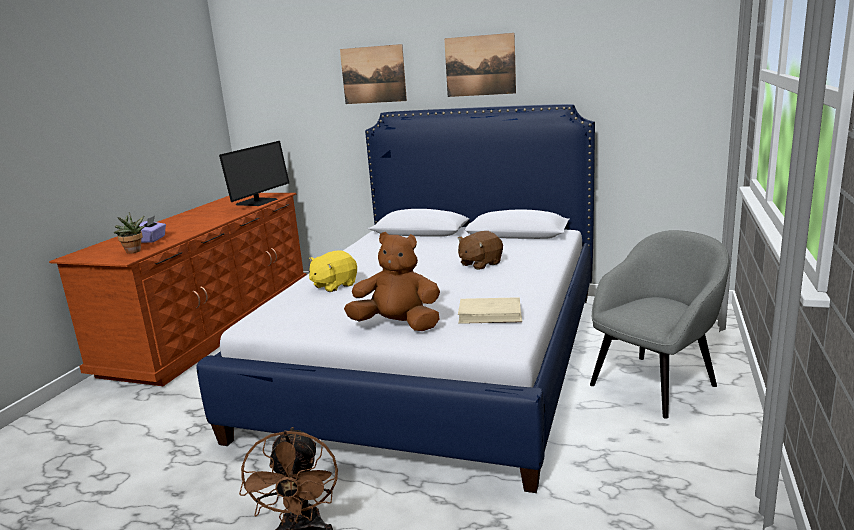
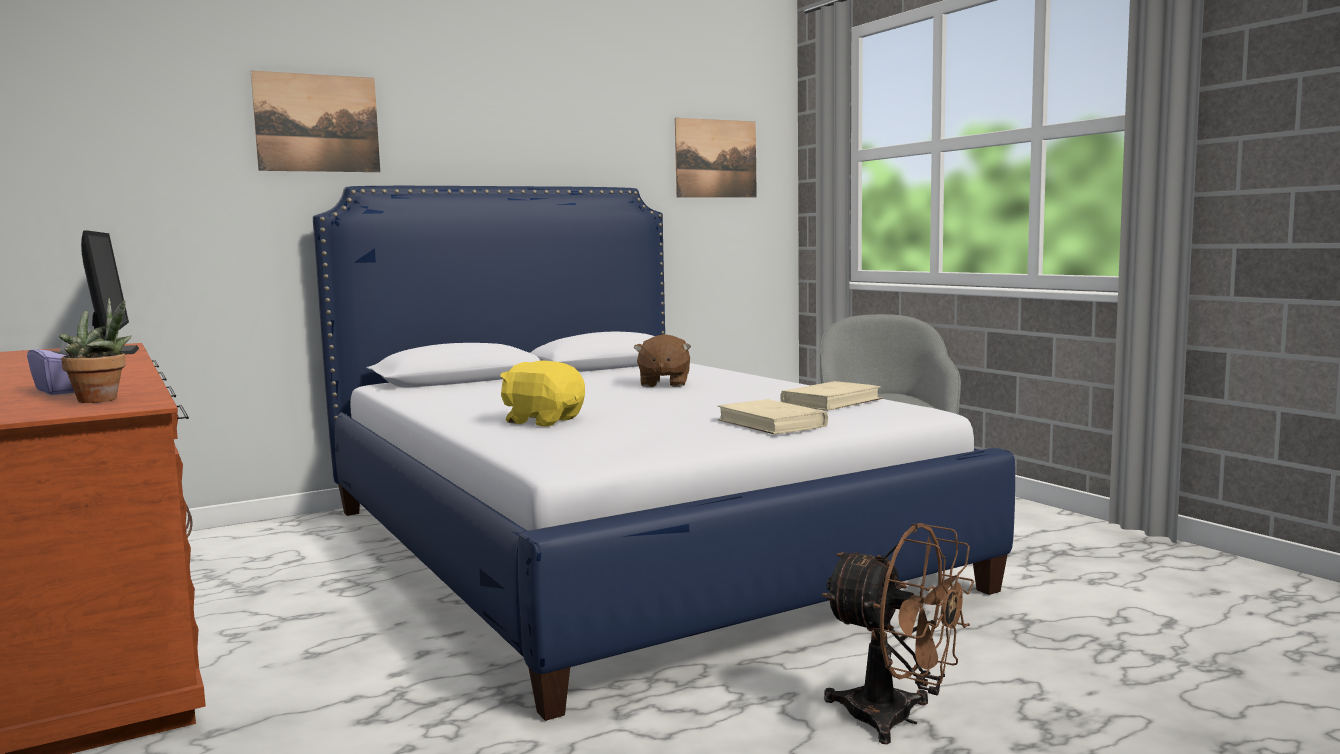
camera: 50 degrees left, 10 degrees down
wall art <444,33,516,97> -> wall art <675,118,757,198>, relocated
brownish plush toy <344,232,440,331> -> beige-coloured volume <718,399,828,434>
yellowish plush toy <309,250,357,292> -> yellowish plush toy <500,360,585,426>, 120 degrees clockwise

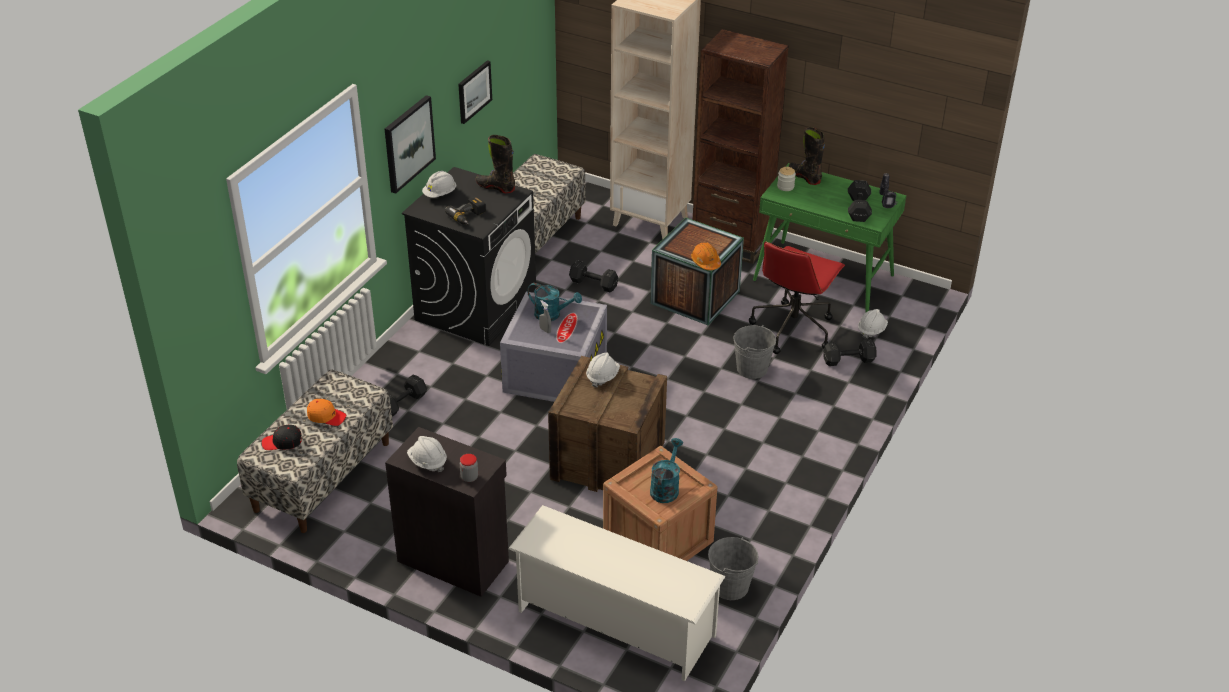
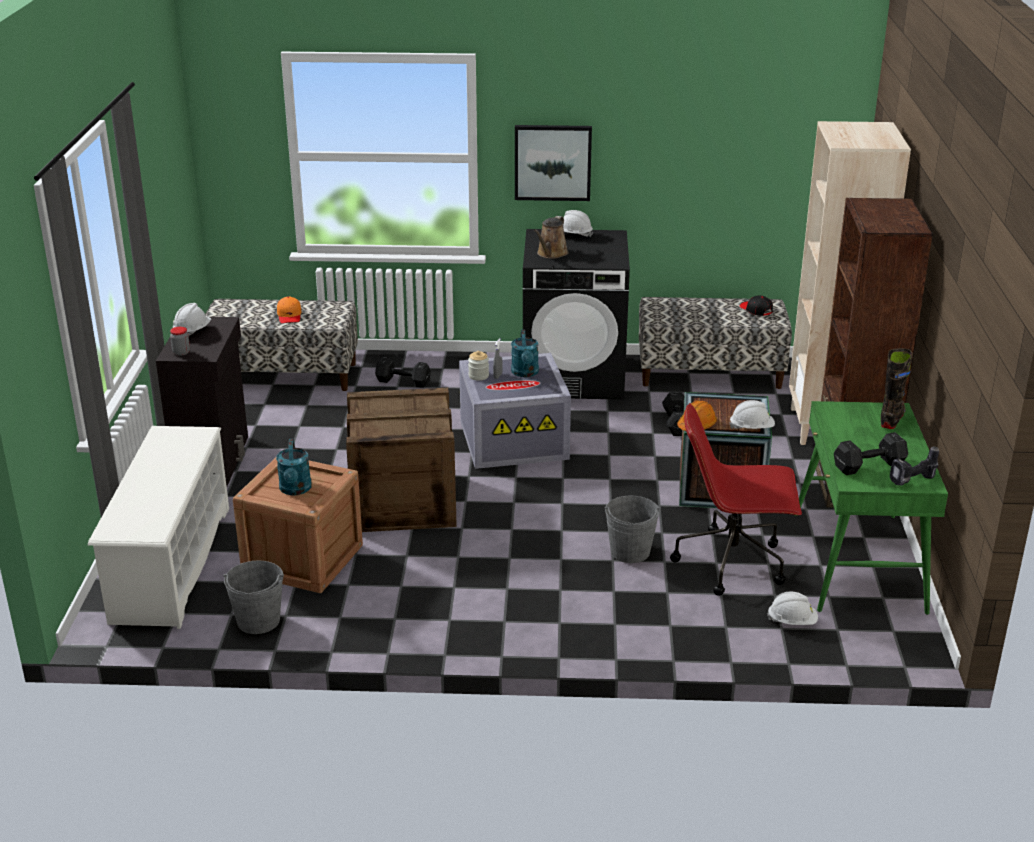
camera: 65 degrees right, 10 degrees down
wall art <458,60,492,124> -> none
blackish high-top boot <476,135,515,193> -> none
storage jar <777,167,796,191> -> storage jar <468,351,489,381>, relocated
power drill <445,196,486,225> -> brownish watering pot <534,216,568,259>
blackish free weight <823,339,877,366> -> none
white hard hat <586,352,620,388> -> white hard hat <729,400,775,429>, relocated
blackish cap <261,425,302,450> -> blackish cap <740,296,773,316>, relocated
turquoise watering pot <650,438,683,503> -> turquoise watering pot <276,439,312,495>, 90 degrees clockwise

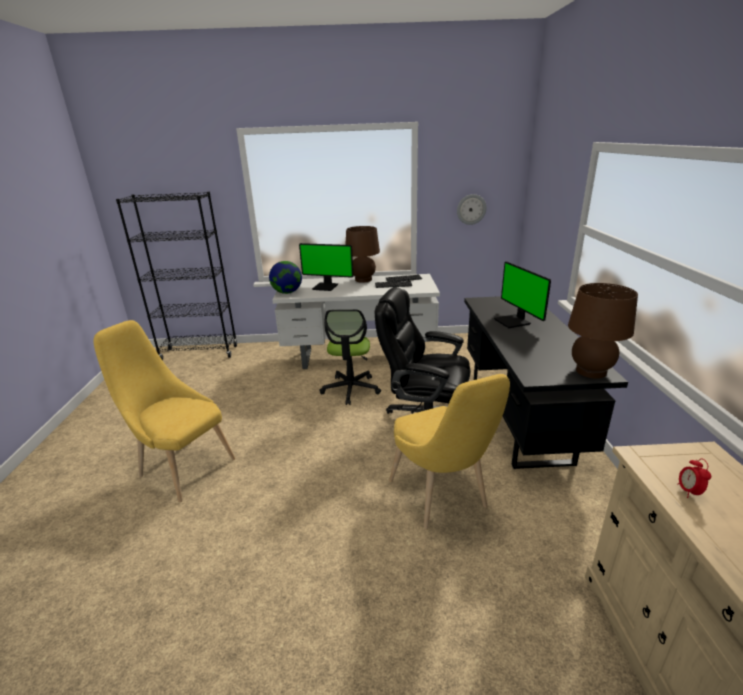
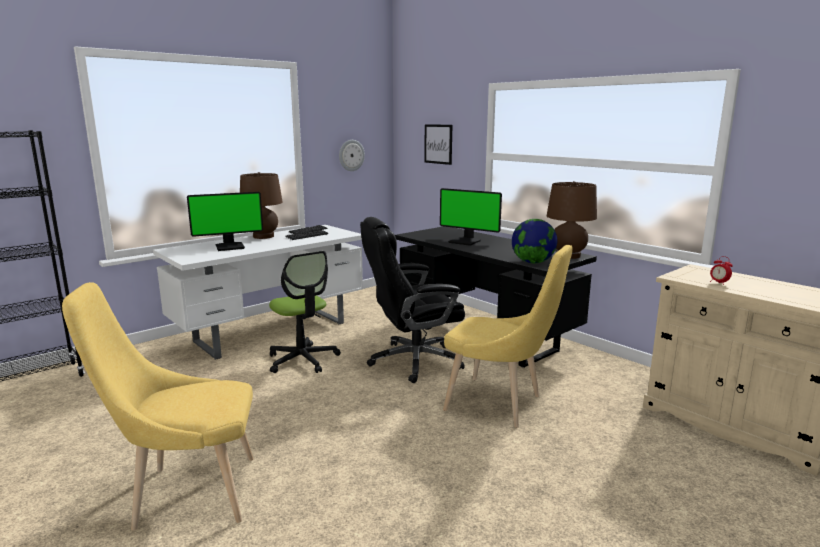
camera: 40 degrees left, 10 degrees down
globe <269,261,302,294> -> globe <512,219,557,263>, relocated
none -> wall art <424,124,452,165>

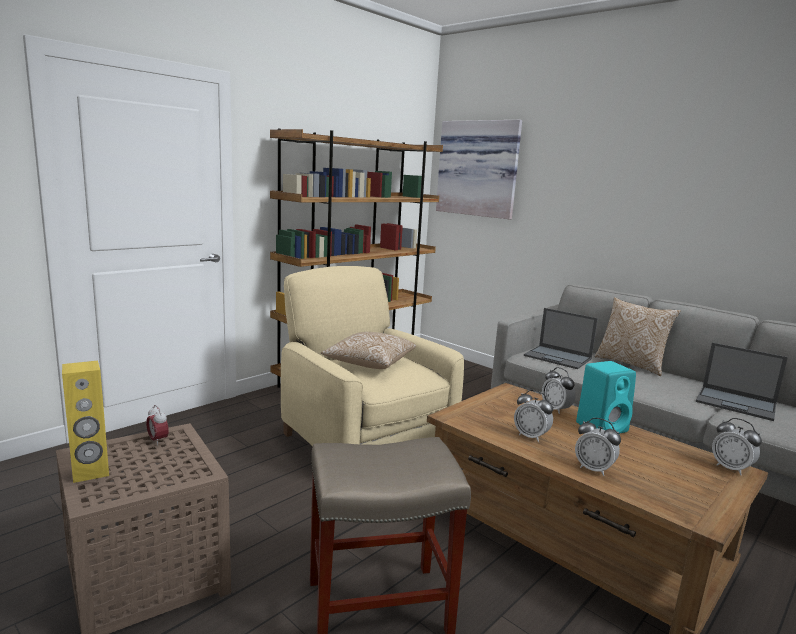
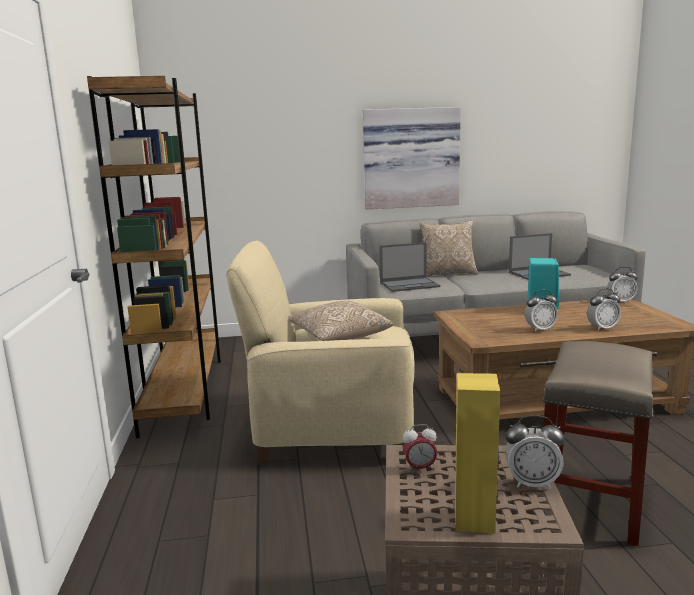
camera: 50 degrees left, 0 degrees up
wall art <436,120,522,219> -> wall art <363,107,461,209>, relocated
table clock <542,367,576,414> -> table clock <505,415,565,489>, relocated

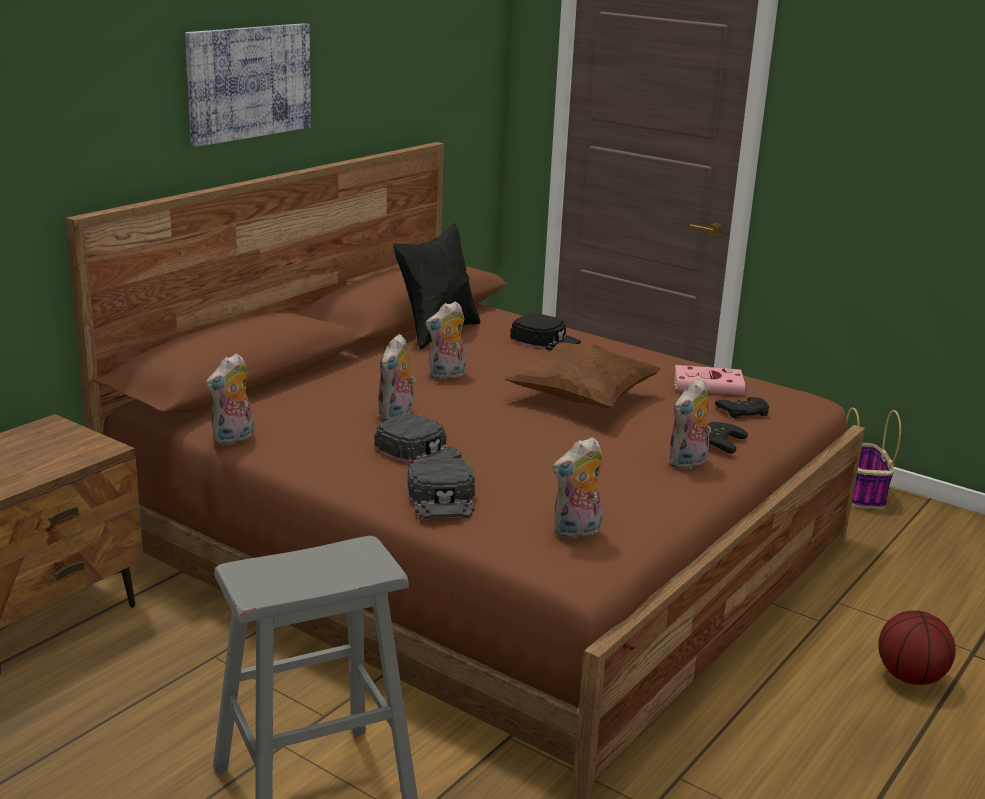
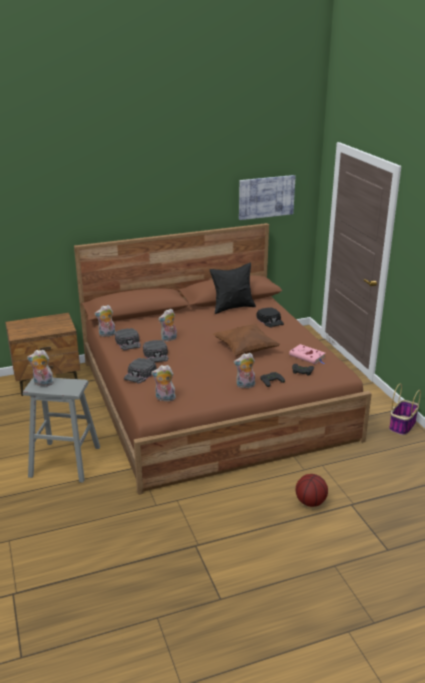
camera: 35 degrees right, 5 degrees up
wall art <185,23,311,147> -> wall art <239,175,296,220>, relocated
plush toy <425,301,466,380> -> plush toy <27,350,54,386>, relocated
none -> blackish cap <115,328,141,351>

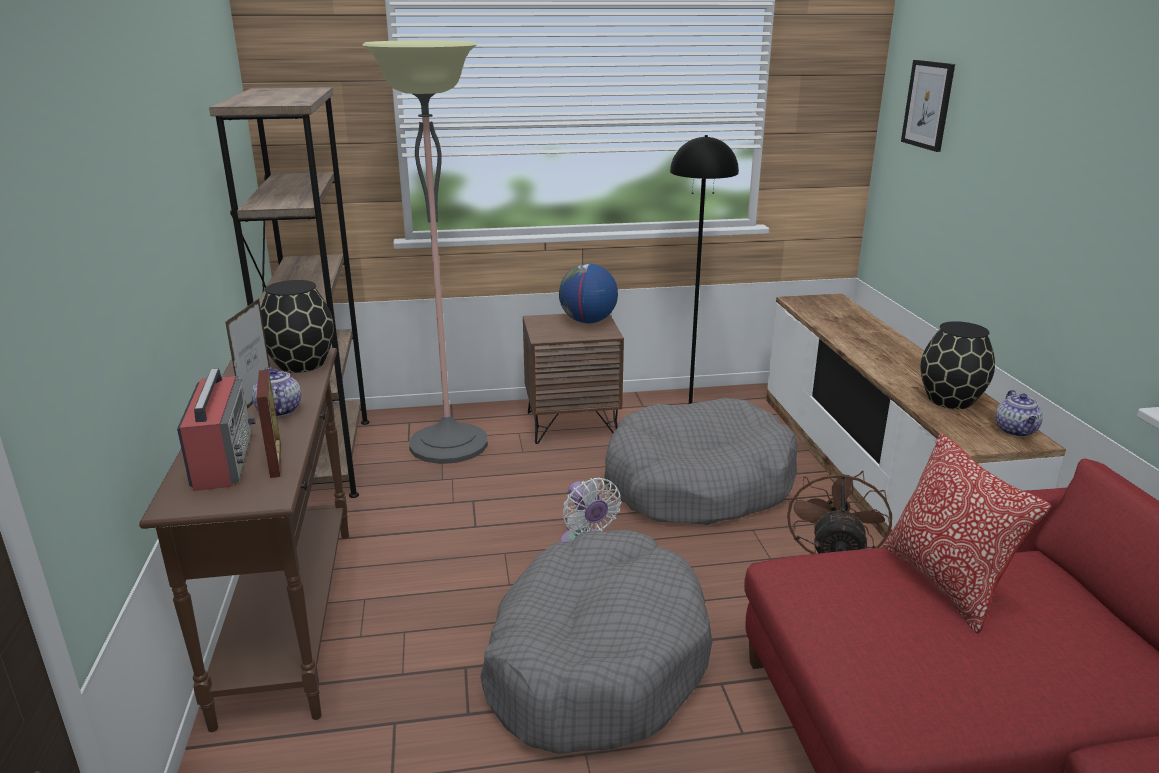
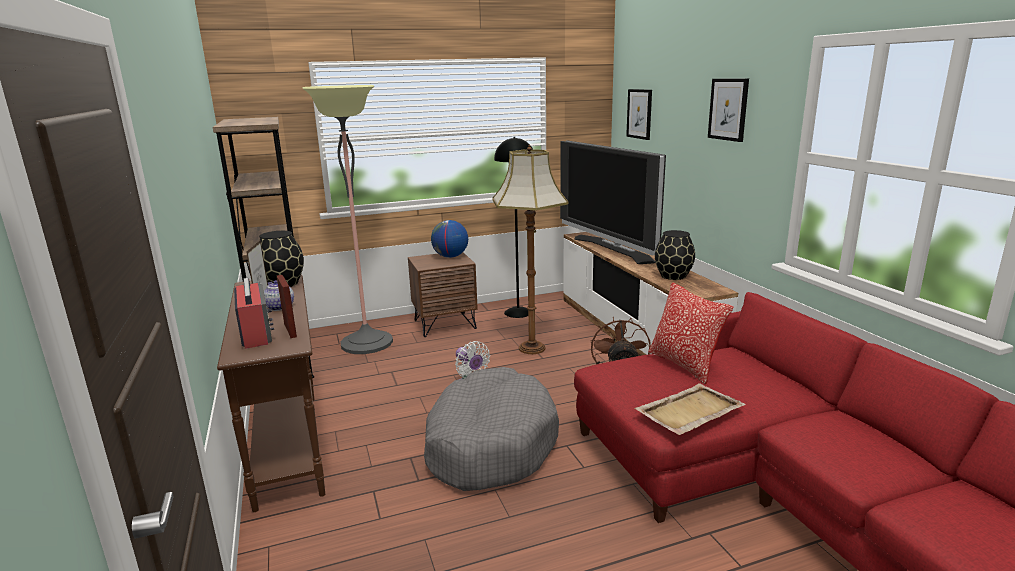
camera: 10 degrees left, 5 degrees down
tea pot <996,390,1043,437> -> none
gray dog bed <604,398,798,525> -> standard lamp <492,144,568,354>
none -> wall art <708,79,749,142>
none -> television <560,141,666,264>
none -> beige-coloured serving tray <634,383,746,435>

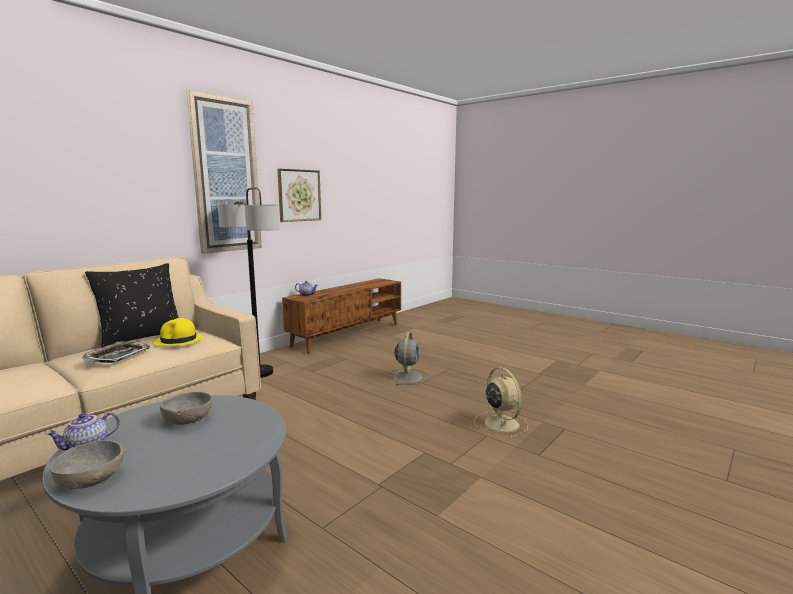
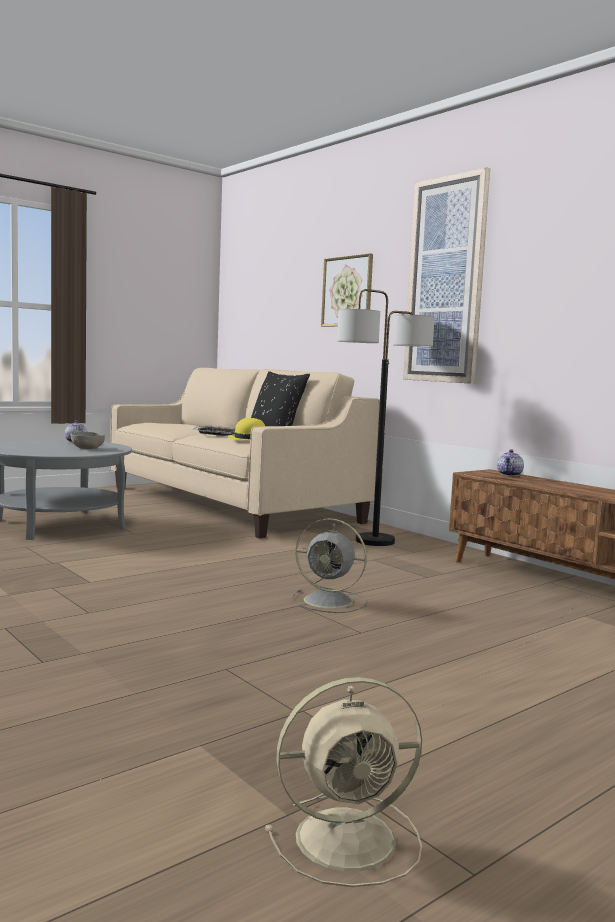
camera: 100 degrees right, 5 degrees down
wall art <277,169,321,222> -> wall art <321,254,373,327>, relocated
beige-coloured cooling fan <474,367,528,438> -> beige-coloured cooling fan <265,677,422,887>, relocated
gray serving bowl <50,440,125,490> -> none

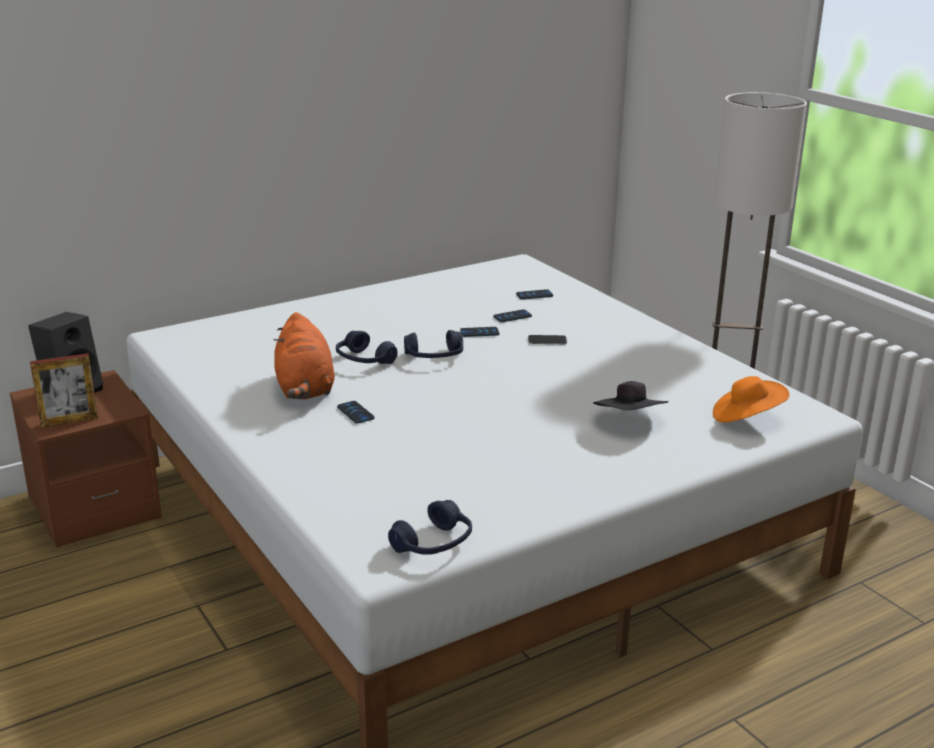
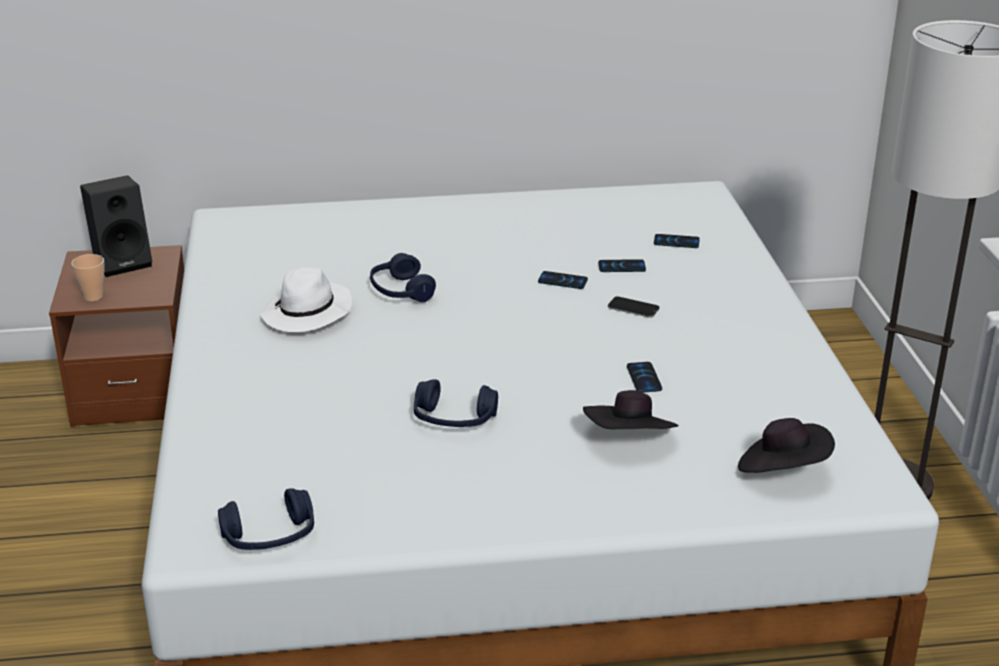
camera: 25 degrees right, 5 degrees up
orange plush toy <274,312,335,399> -> white clothing hat <260,267,352,332>
bluish pair of headphones <404,330,463,358> -> bluish pair of headphones <414,379,498,427>, relocated
standing frame <30,353,98,428> -> cup <71,254,105,301>
orange clothing hat <713,376,789,422> -> blackish clothing hat <738,418,835,473>
handset <337,401,374,424> -> handset <627,362,662,393>, relocated

